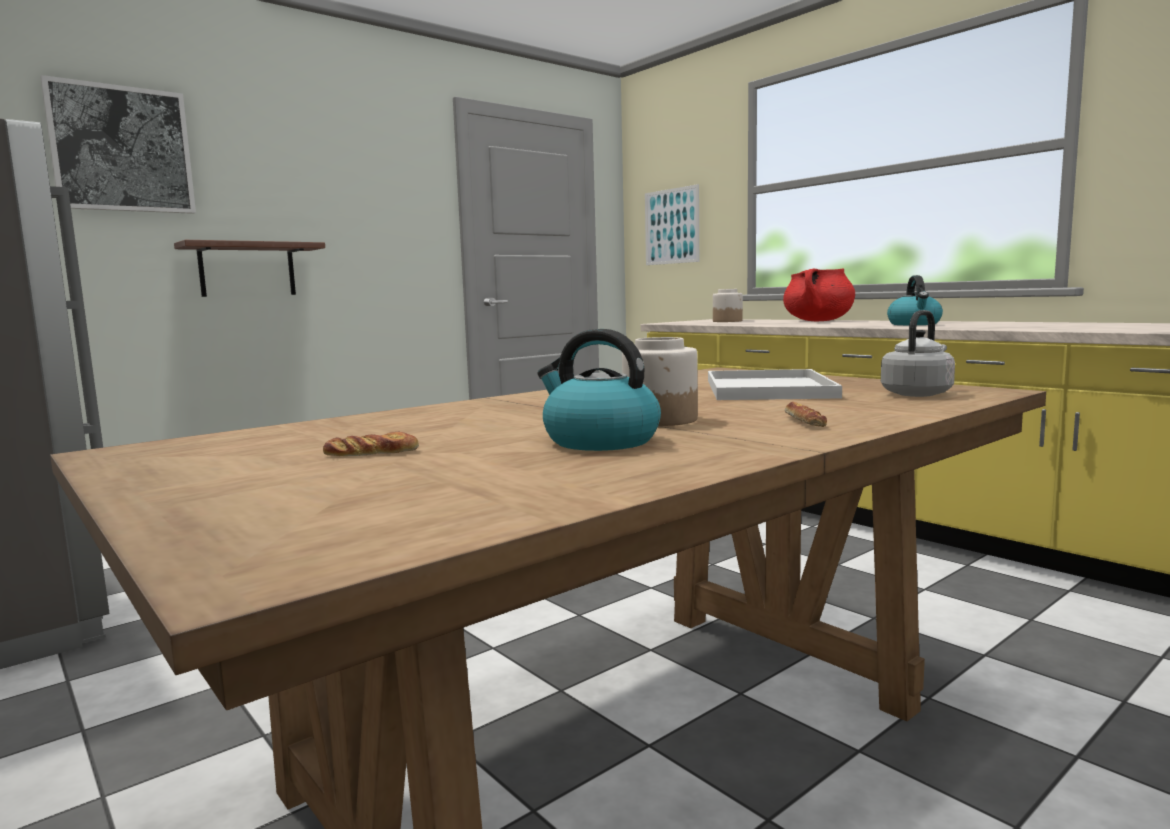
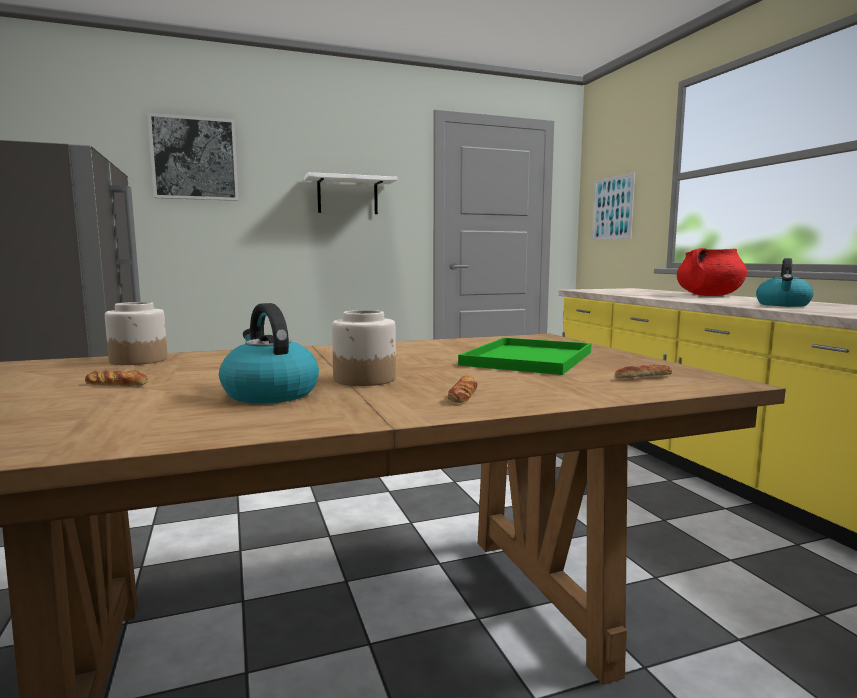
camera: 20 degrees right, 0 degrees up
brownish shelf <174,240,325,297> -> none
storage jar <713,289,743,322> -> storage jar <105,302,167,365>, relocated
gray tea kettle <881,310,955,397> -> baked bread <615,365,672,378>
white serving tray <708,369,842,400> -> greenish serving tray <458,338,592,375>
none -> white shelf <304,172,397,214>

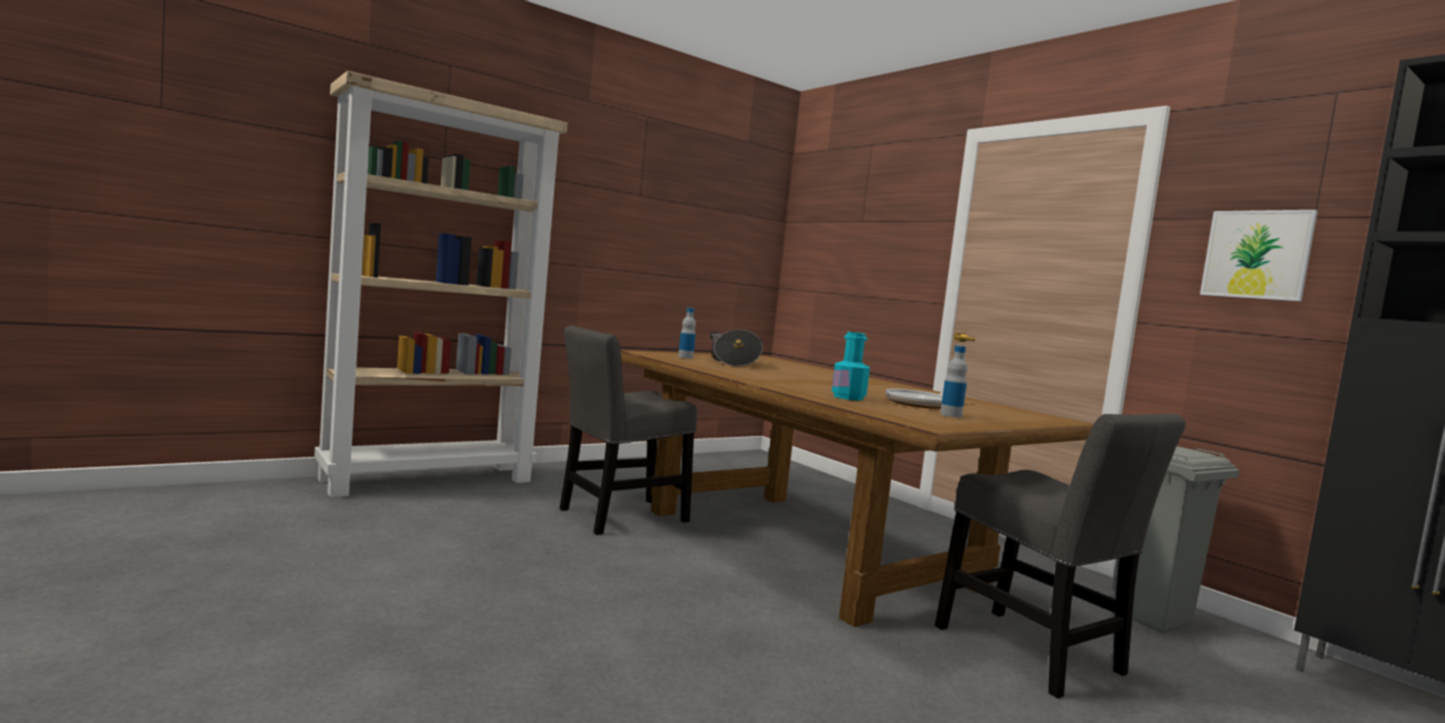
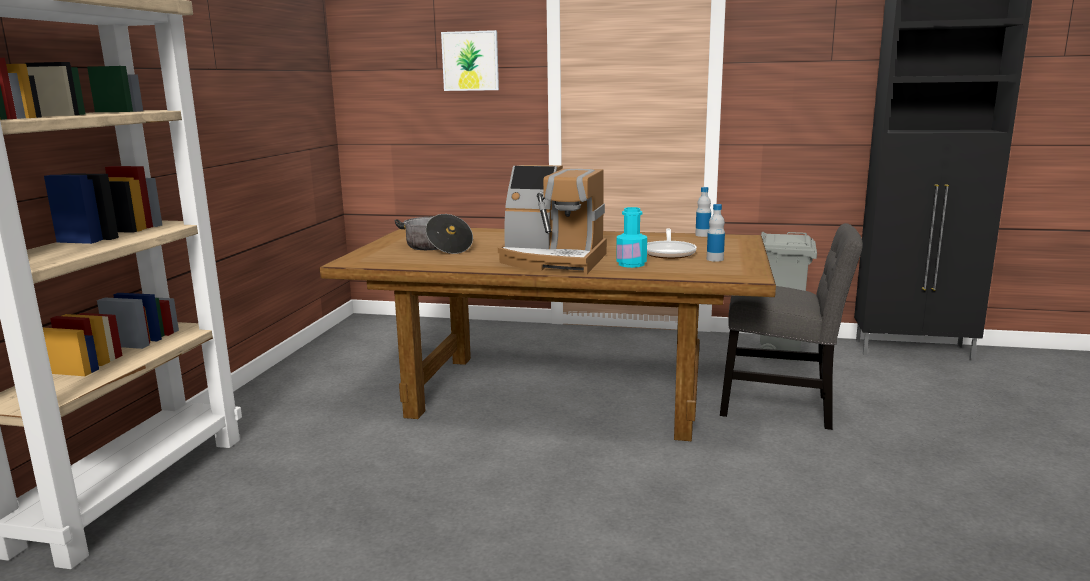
camera: 40 degrees left, 10 degrees up
wall art <1200,210,1318,301> -> wall art <441,30,499,91>, relocated
drink bottle <678,308,696,359> -> drink bottle <695,187,711,237>, relocated
gray upright chair <559,325,697,535> -> none
none -> coffee machine <498,165,607,274>

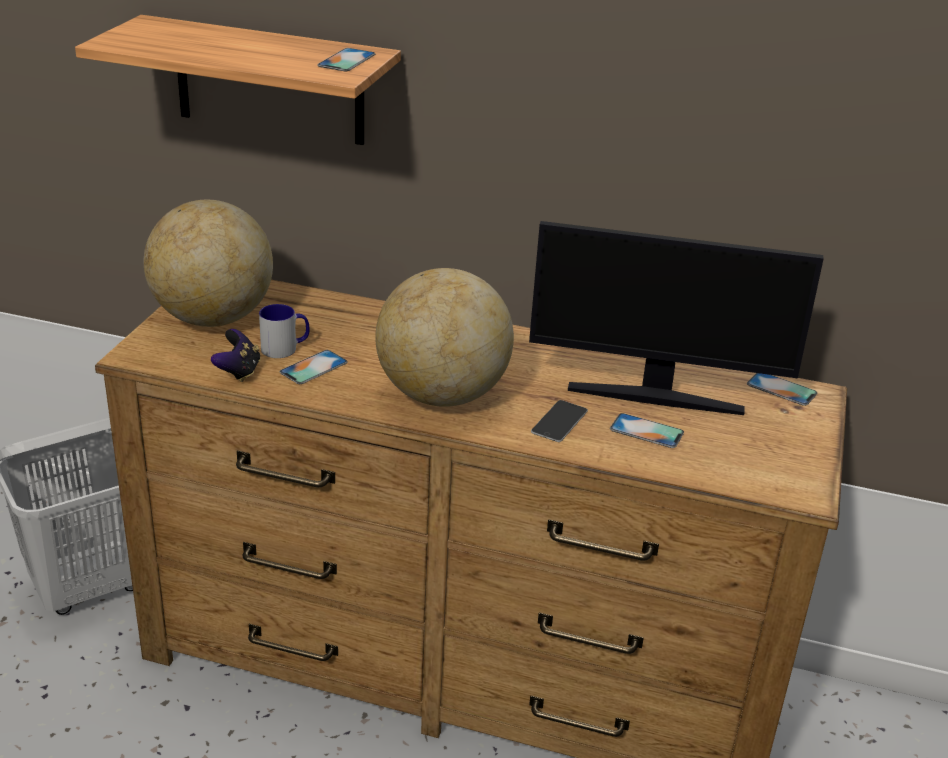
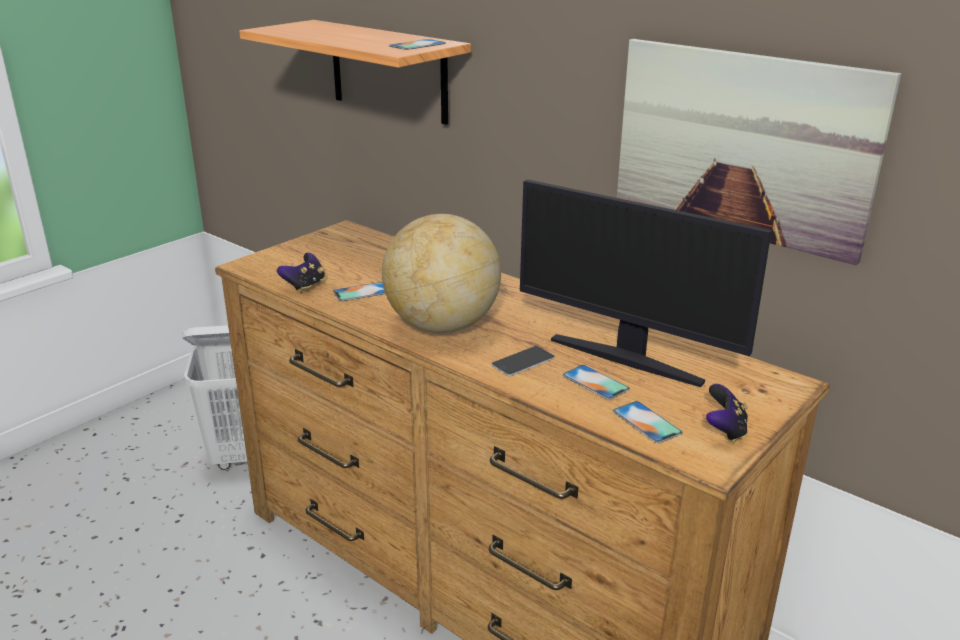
camera: 25 degrees right, 5 degrees down
globe <144,200,273,327> -> none
coffee mug <259,304,309,358> -> none
handset <747,373,817,406> -> handset <613,401,683,443>, relocated
none -> wall art <617,39,901,265>
none -> joypad <706,384,748,443>

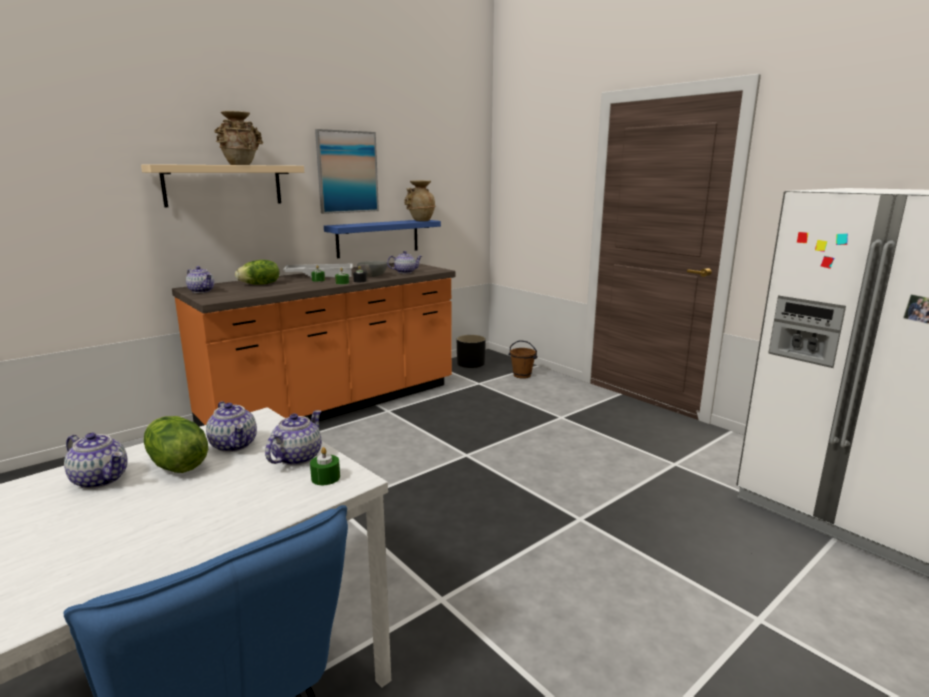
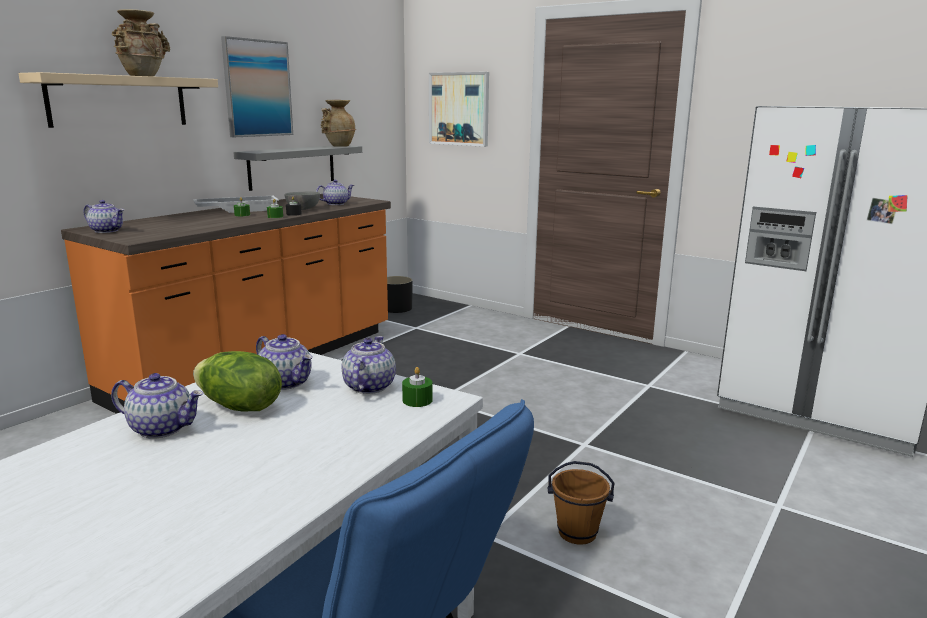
camera: 15 degrees left, 0 degrees up
bluish shelf <324,220,441,258> -> gray shelf <233,146,362,191>
lettuce head <235,260,280,285> -> none
brownish bucket <509,340,538,379> -> brownish bucket <548,461,614,545>, relocated
none -> wall art <429,72,489,147>

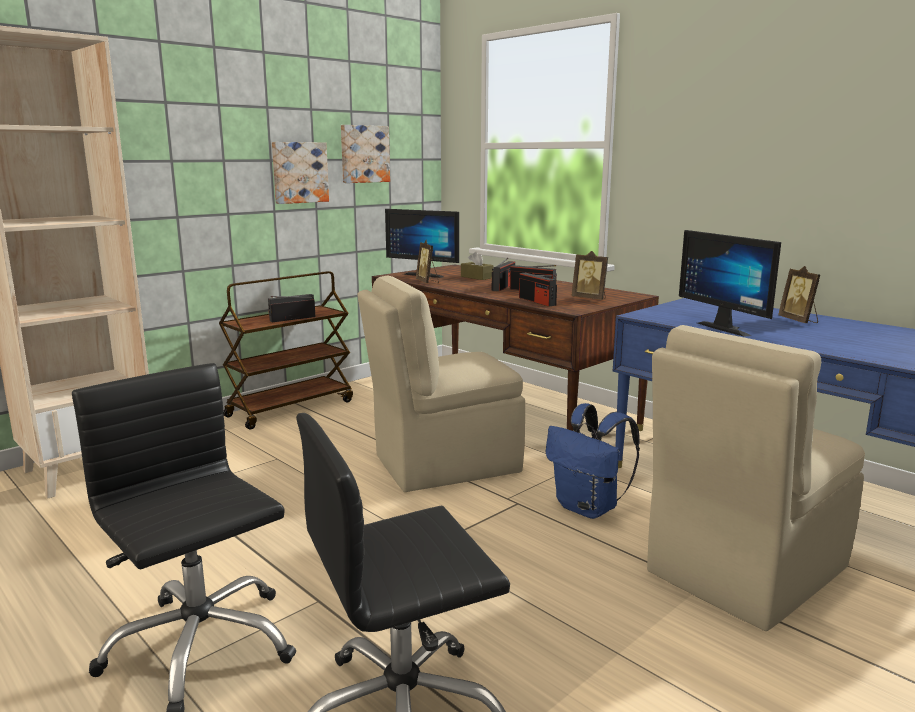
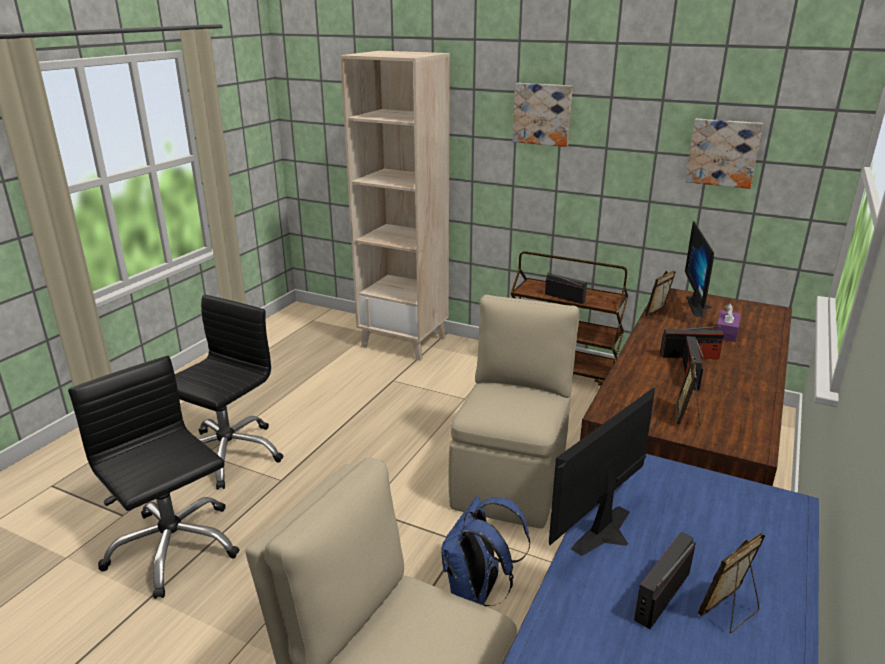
camera: 70 degrees right, 10 degrees up
wall art <272,142,329,204> -> wall art <512,83,573,147>, relocated
brownish tissue box <461,252,493,280> -> purplish tissue box <716,304,741,342>
radio receiver <519,273,557,306> -> radio receiver <634,532,696,629>, relocated
beige-coloured upright chair <357,276,525,492> -> beige-coloured upright chair <448,295,580,529>, 60 degrees clockwise

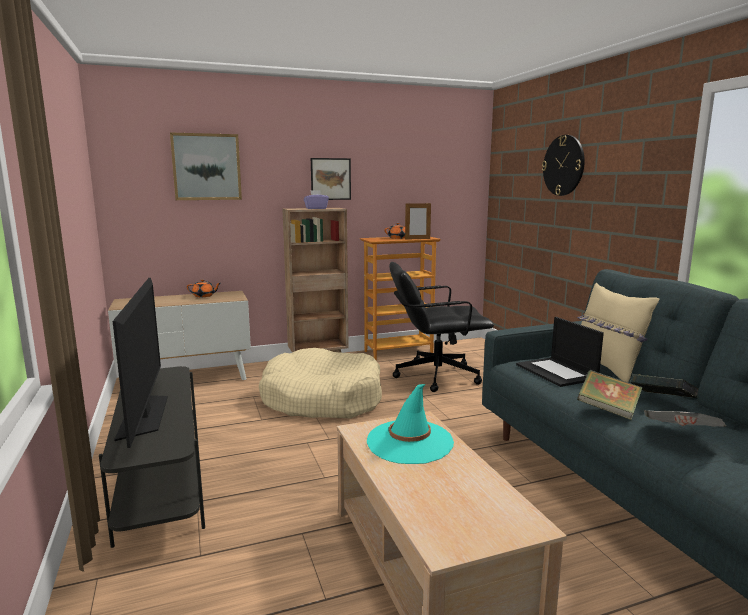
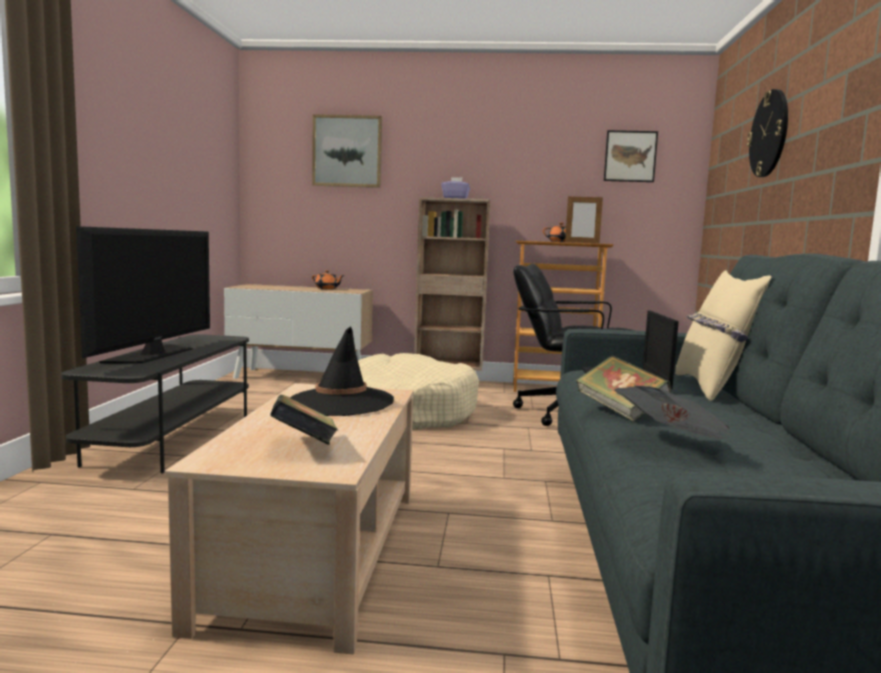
camera: 25 degrees right, 5 degrees down
wall art <311,158,351,200> -> wall art <604,130,658,182>, relocated
volume <631,374,698,398> -> volume <270,395,338,445>, relocated
turquoise clothing hat <367,384,454,464> -> blackish clothing hat <290,326,394,416>

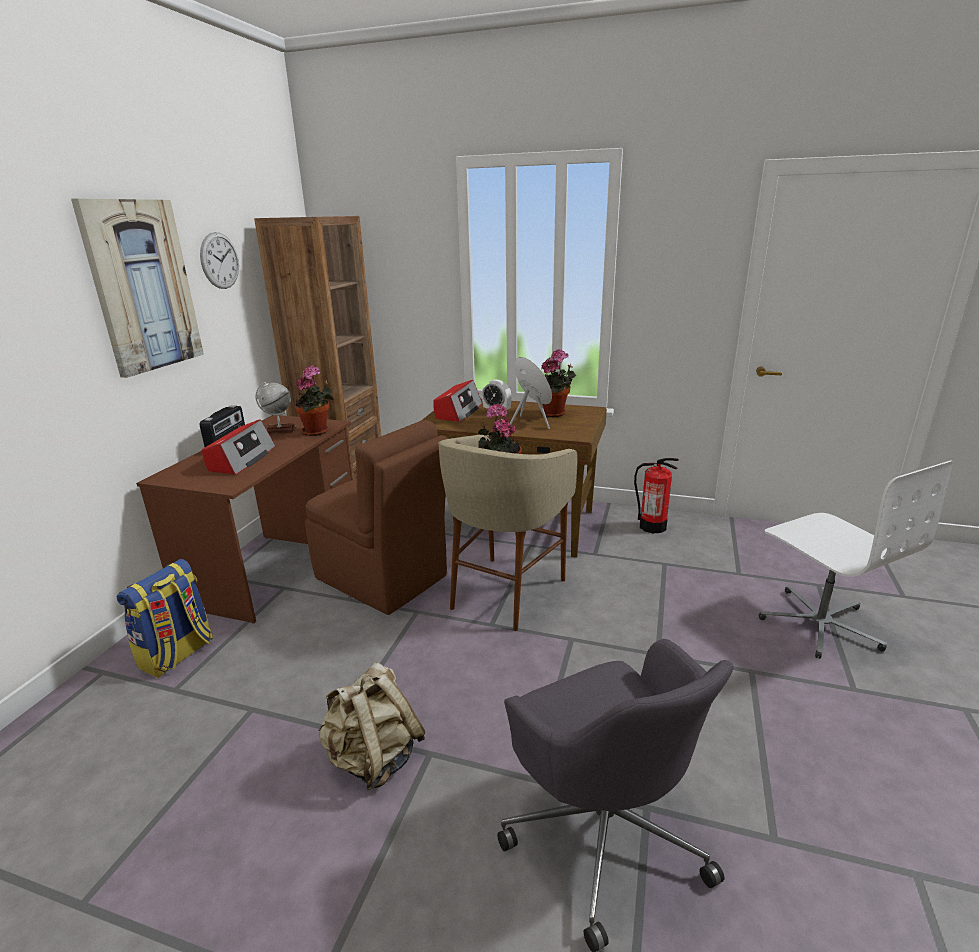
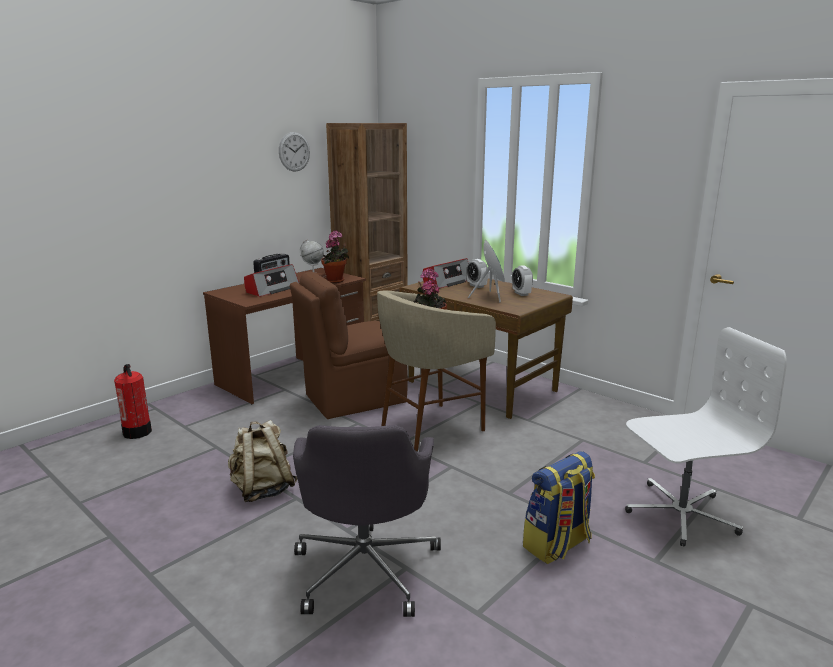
camera: 25 degrees right, 5 degrees down
wall art <71,198,204,378> -> none
potted plant <541,349,576,417> -> table clock <512,265,533,296>
brownish upright chair <305,420,448,615> -> brownish upright chair <290,271,408,419>, 90 degrees clockwise
extinguisher <634,458,679,533> -> extinguisher <114,364,152,439>, relocated
white computer chair <759,460,953,659> -> white computer chair <625,327,787,547>, 105 degrees counterclockwise
backpack <117,559,214,678> -> backpack <523,451,595,564>, relocated

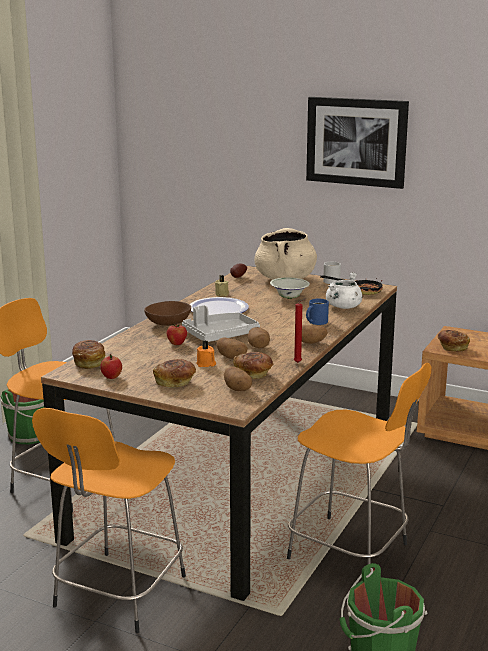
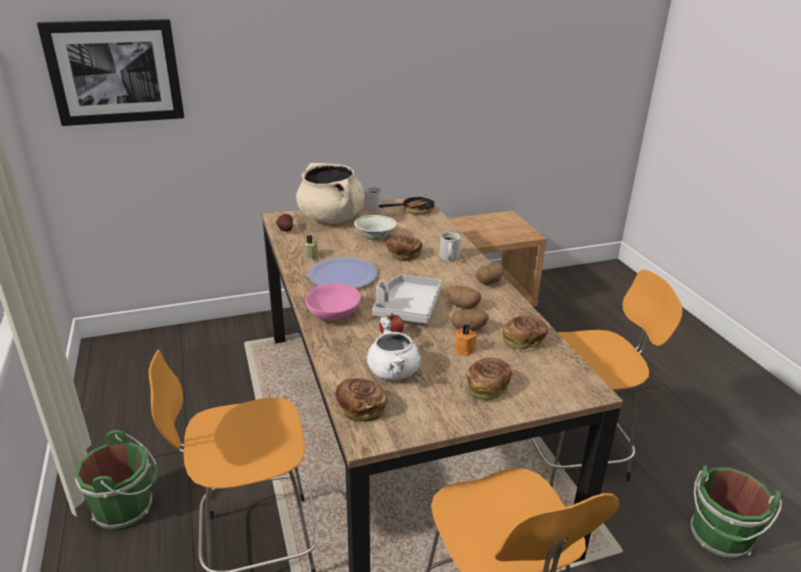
camera: 45 degrees left, 10 degrees up
wall art <306,97,409,189> -> wall art <37,19,184,126>, relocated
white saucepot <326,272,362,309> -> white saucepot <367,317,421,380>, relocated
reddish wax candle <294,298,306,363> -> none
bluish coffee mug <306,299,329,325> -> white coffee mug <440,232,461,261>
brownish serving bowl <144,301,191,326> -> pink serving bowl <305,283,361,321>
baked bread <438,330,470,352> -> baked bread <386,235,423,262>, relocated
apple fruit <100,353,122,379> -> none
spud <224,367,252,391> -> none

